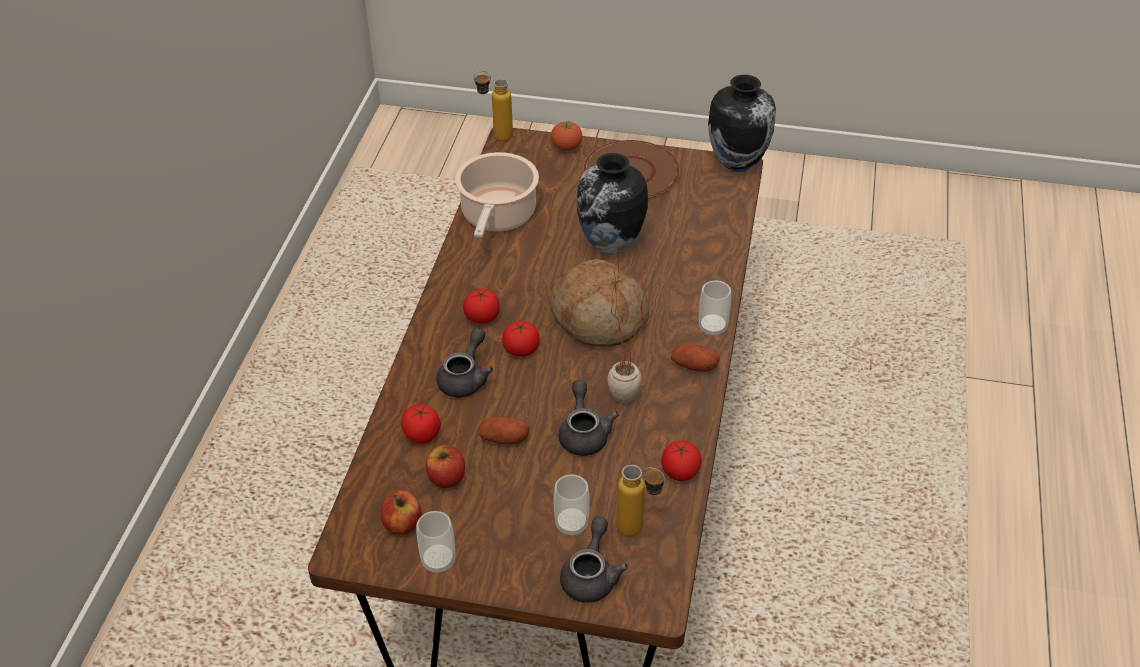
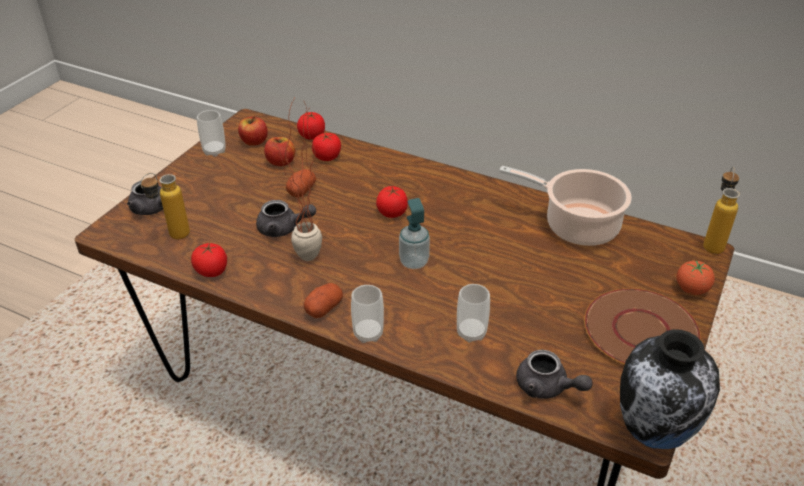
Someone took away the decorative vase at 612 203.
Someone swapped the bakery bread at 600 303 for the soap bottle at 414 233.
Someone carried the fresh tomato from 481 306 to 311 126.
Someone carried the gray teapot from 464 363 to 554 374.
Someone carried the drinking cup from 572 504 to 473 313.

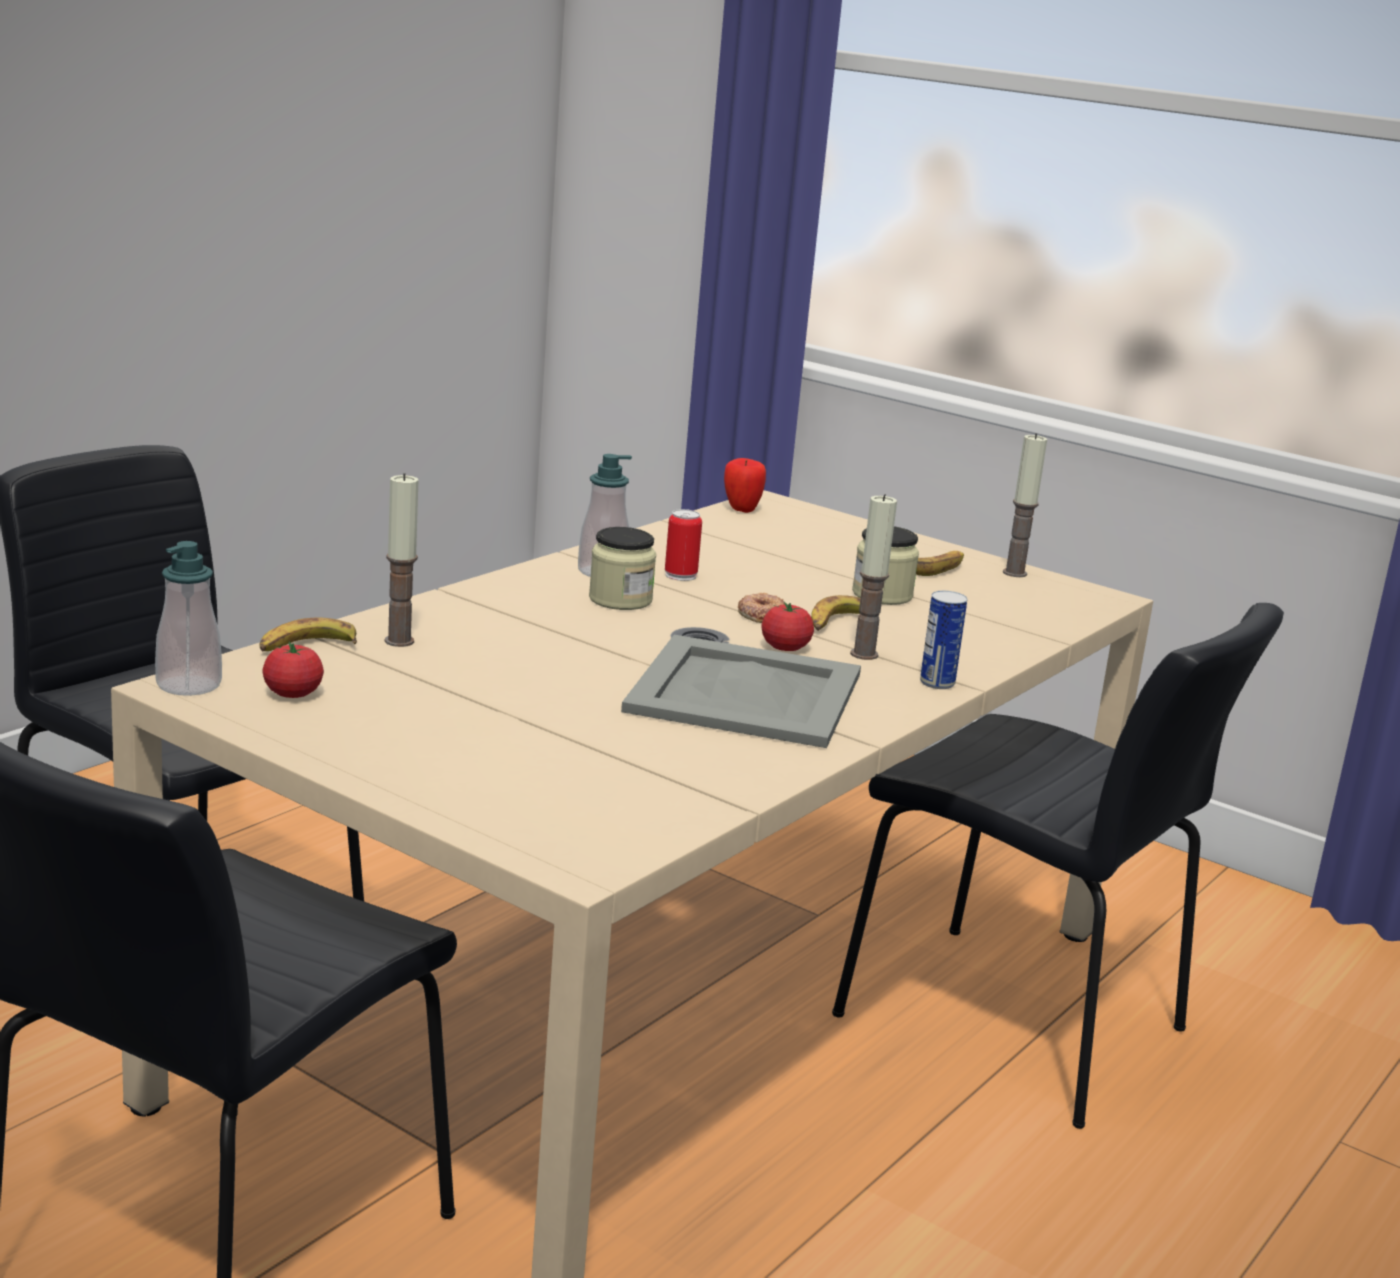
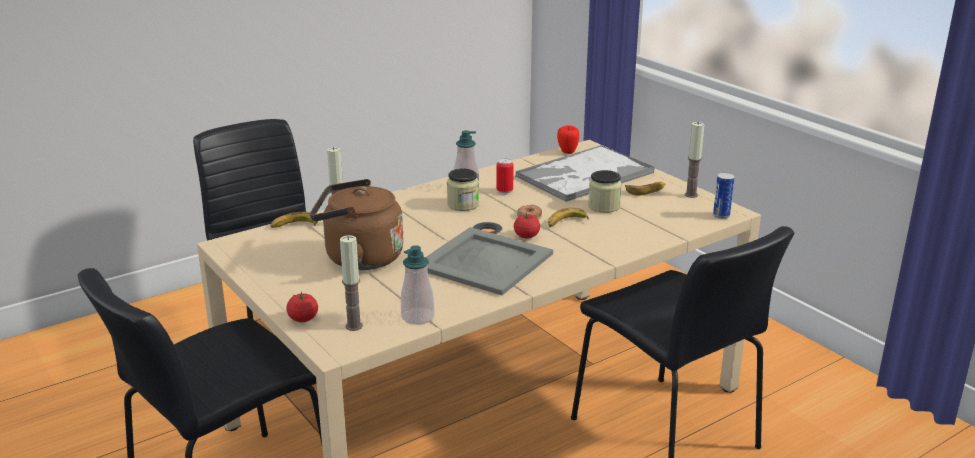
Someone carried the wax light from 873 577 to 351 283.
Someone carried the soap bottle from 188 618 to 417 285.
Someone carried the can from 944 640 to 724 196.
Someone carried the fresh tomato from 293 670 to 302 307.
Someone put down the carrying tray at 585 173.
Someone put down the brown kettle at 357 224.

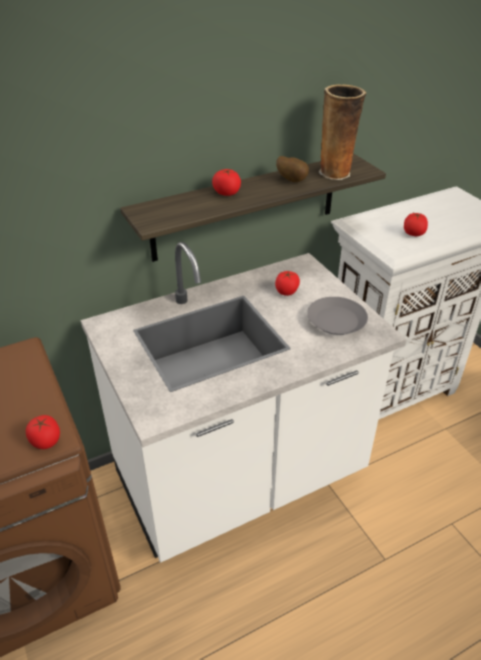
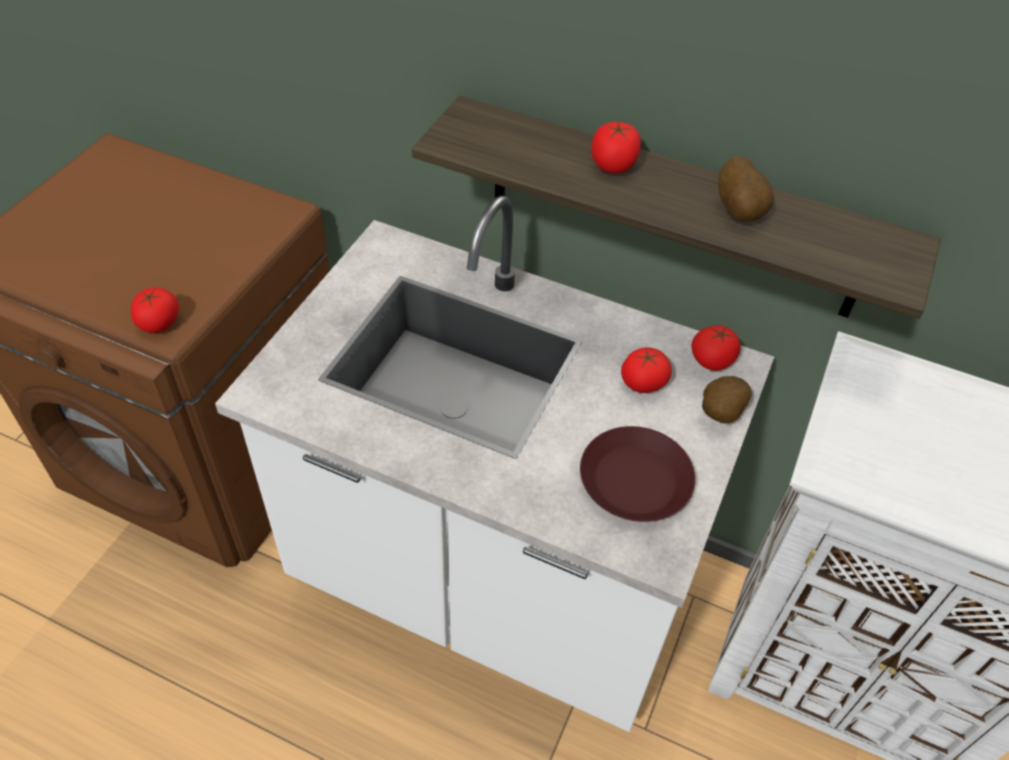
Someone took away the decorative vase at 342 132.
Someone carried the fresh tomato from 416 224 to 716 348.
Someone repainted the gray plate at 337 316, which became the brown plate at 637 474.
Someone put down the whole potato at 726 399.

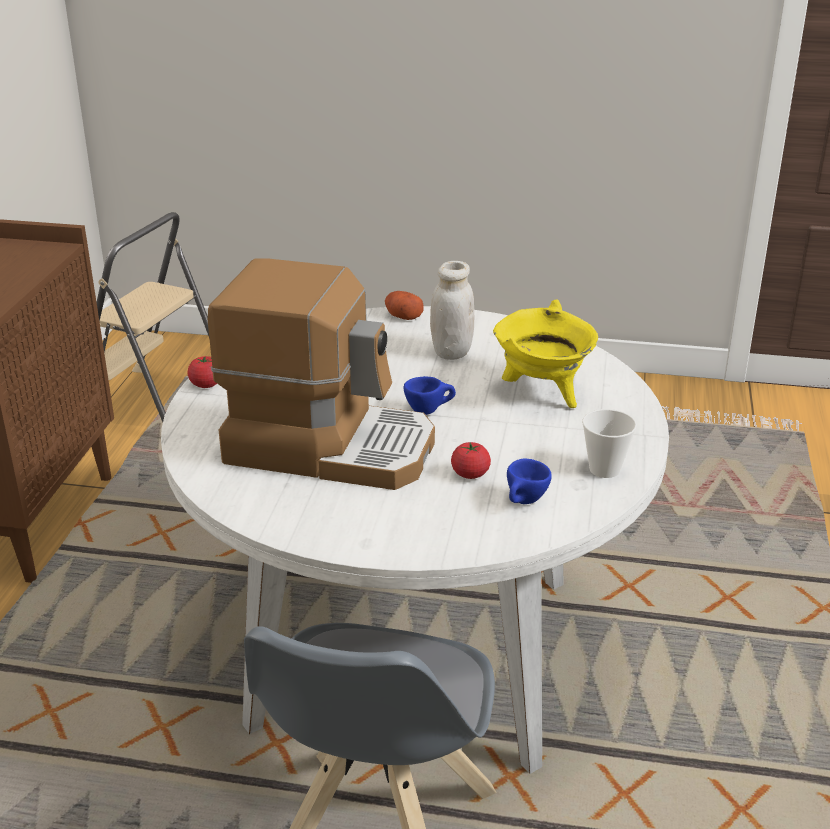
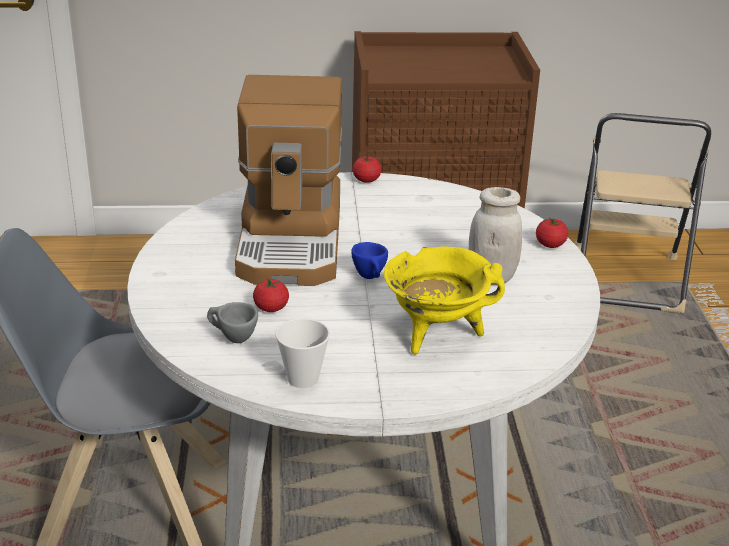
Someone swapped the whole potato at 404 305 for the fresh tomato at 552 232.
Someone repainted the blue drinking cup at 529 481, which became the gray drinking cup at 232 322.

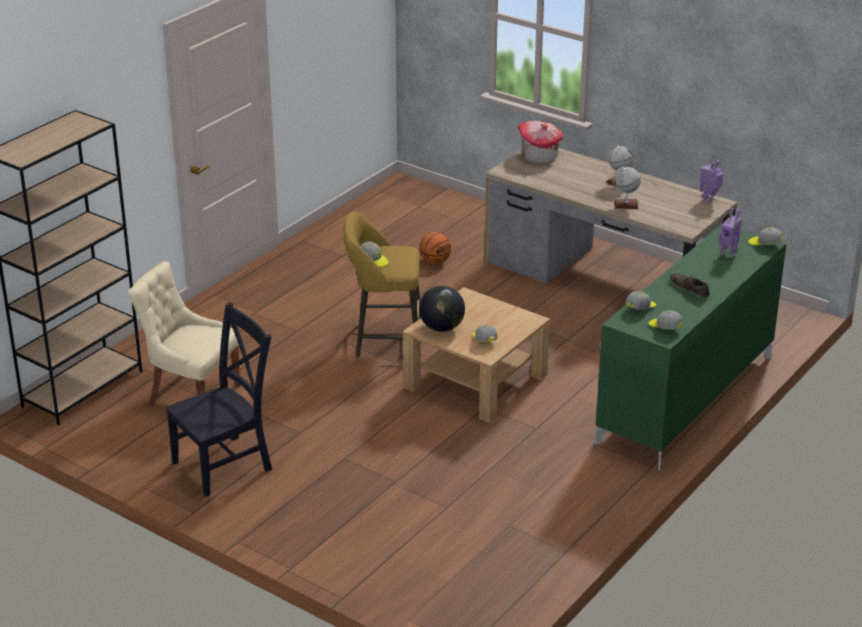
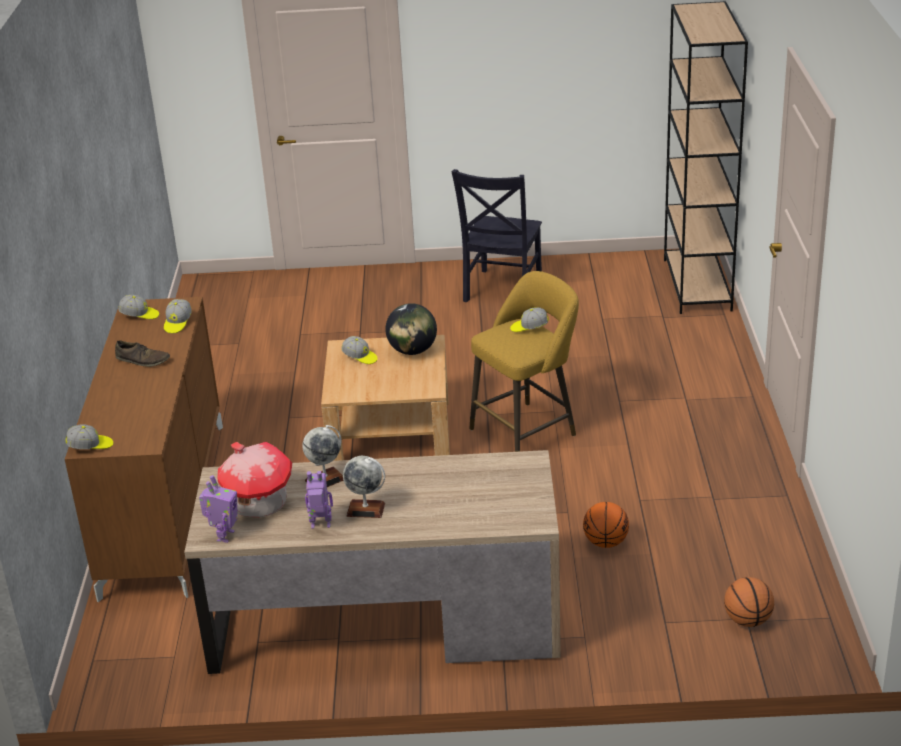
Someone carried the model house from 540 141 to 254 479.
Someone carried the robot figure from 730 233 to 319 500.
Someone repainted the green dresser at 690 347, which became the brown dresser at 144 449.
Someone took away the beige chair at 184 334.
Someone put down the ball for basketball at 749 602.

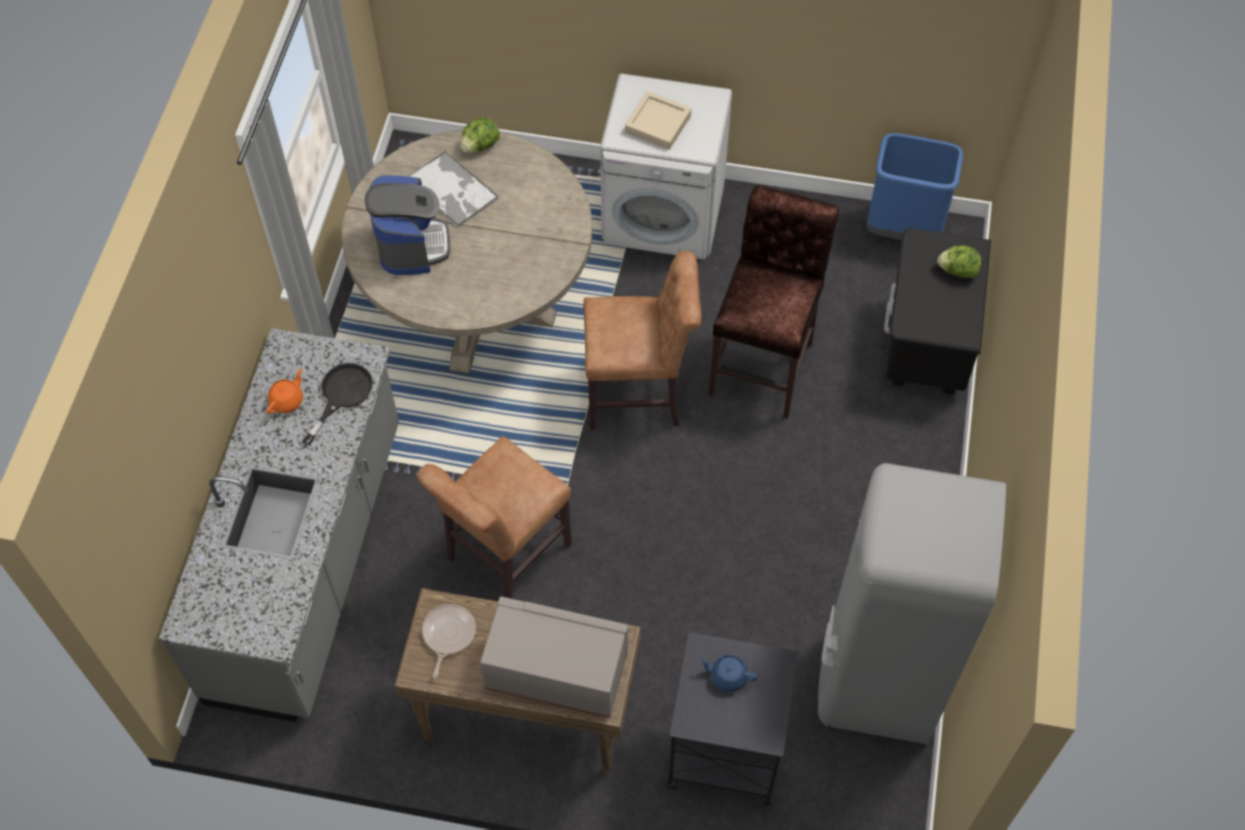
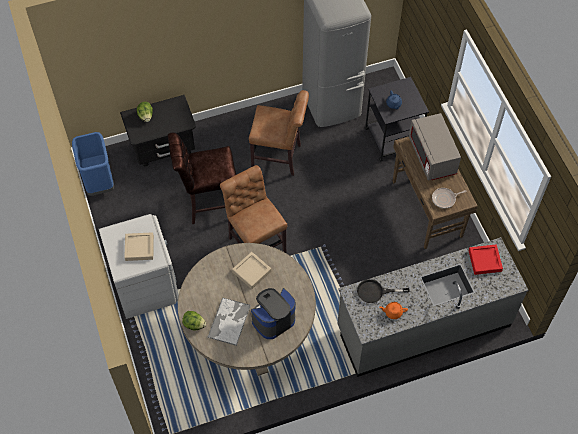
Someone carried the brown chair from 494 517 to 279 133.
Someone put down the reddish carrying tray at 485 259.
Someone put down the beige carrying tray at 251 270.

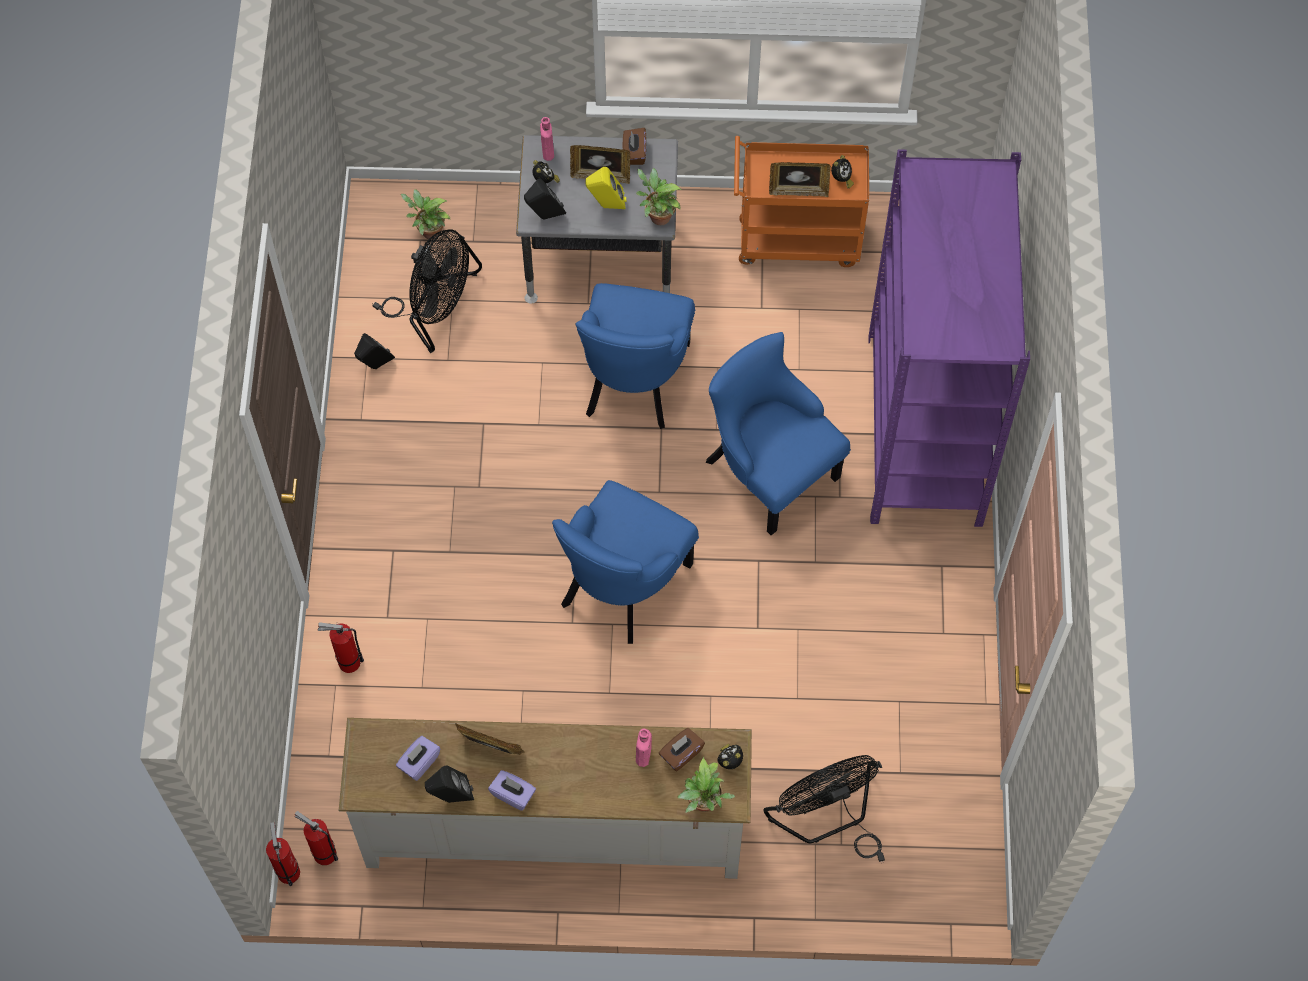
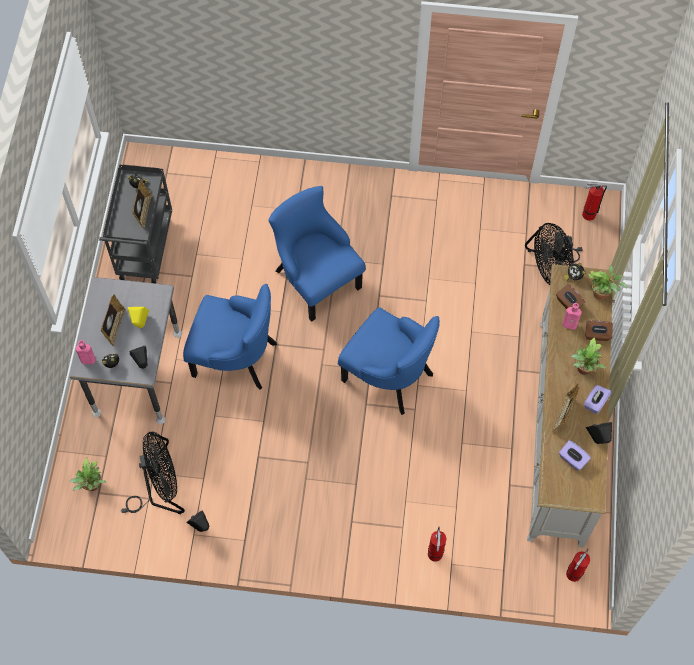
Someone carried the brown tissue holder from 634 146 to 599 331.
Someone repainted the orange trolley at 801 201, which became the gray trolley at 135 224.
Someone took away the purple shelving unit at 949 338.
Someone carried the houseplant from 659 196 to 588 356.
Someone rotated the black-coloured electric fan at 427 291 by 45 degrees clockwise.
Someone rotated the blue chair at 778 433 by 90 degrees clockwise.
Someone carried the extinguisher from 283 854 to 594 201.

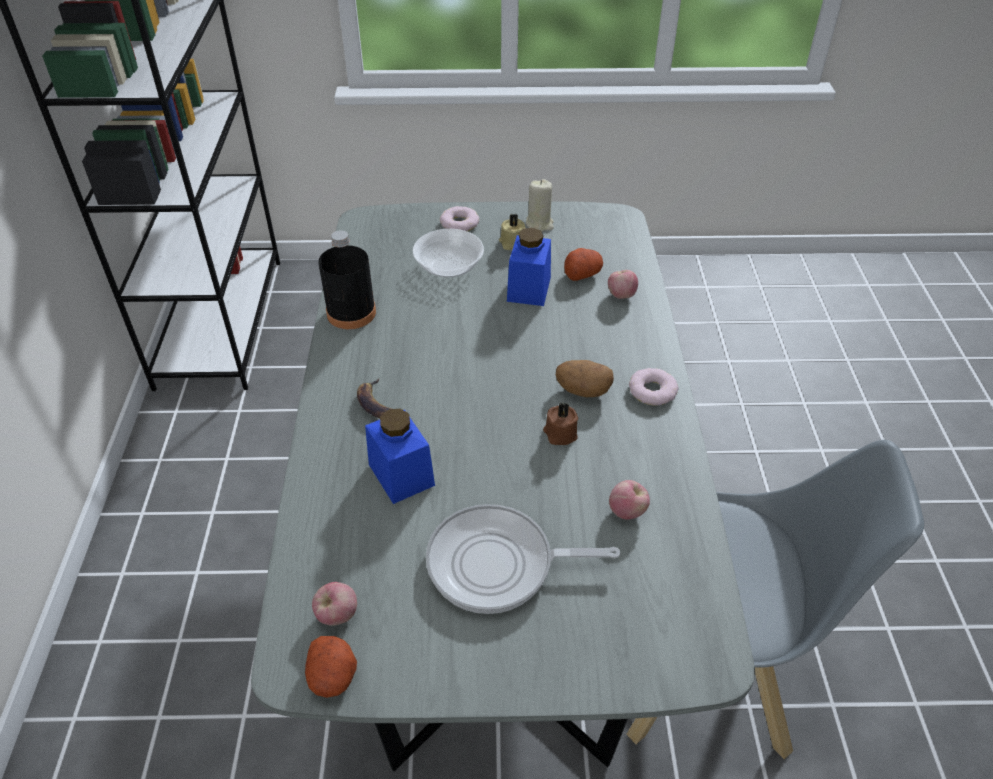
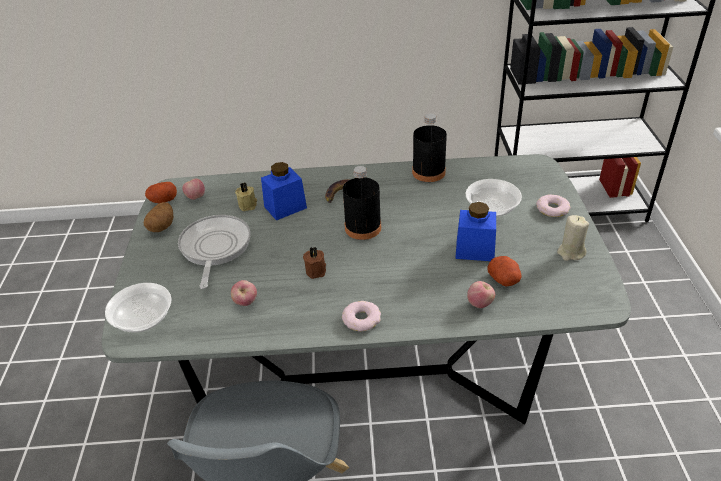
Someone carried the beige wax light from 512 232 to 246 196.
Someone carried the whole potato from 585 378 to 158 217.
Someone put down the black-coloured beverage bottle at 362 203.
Someone put down the serving bowl at 138 308.

